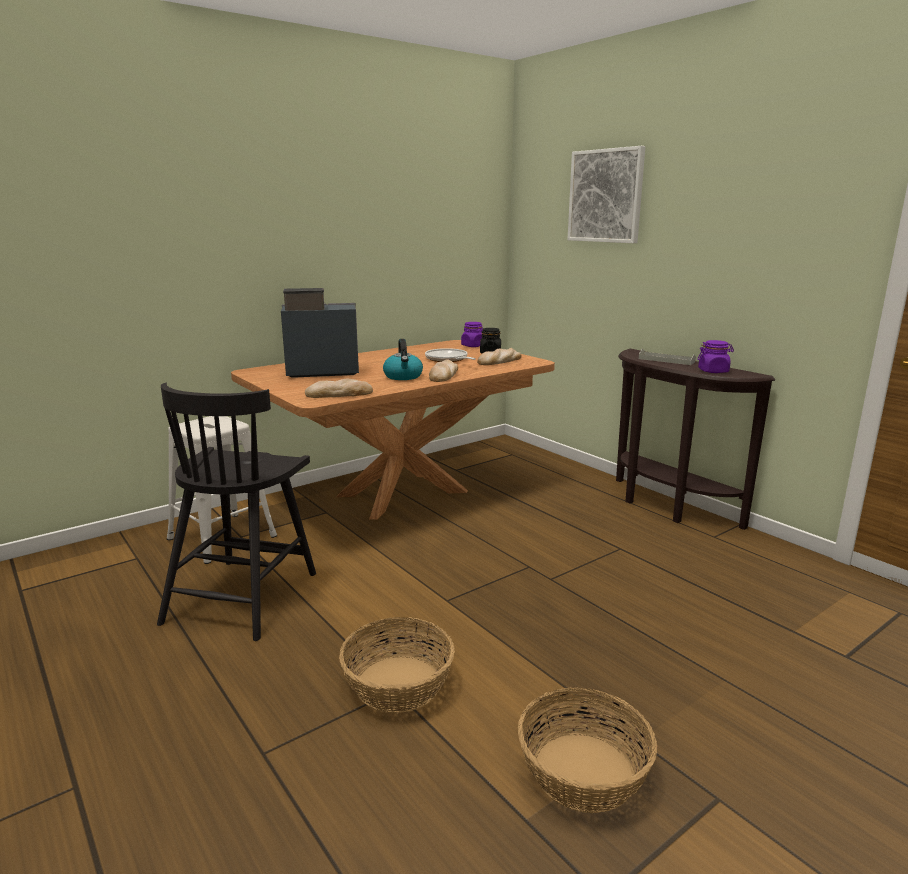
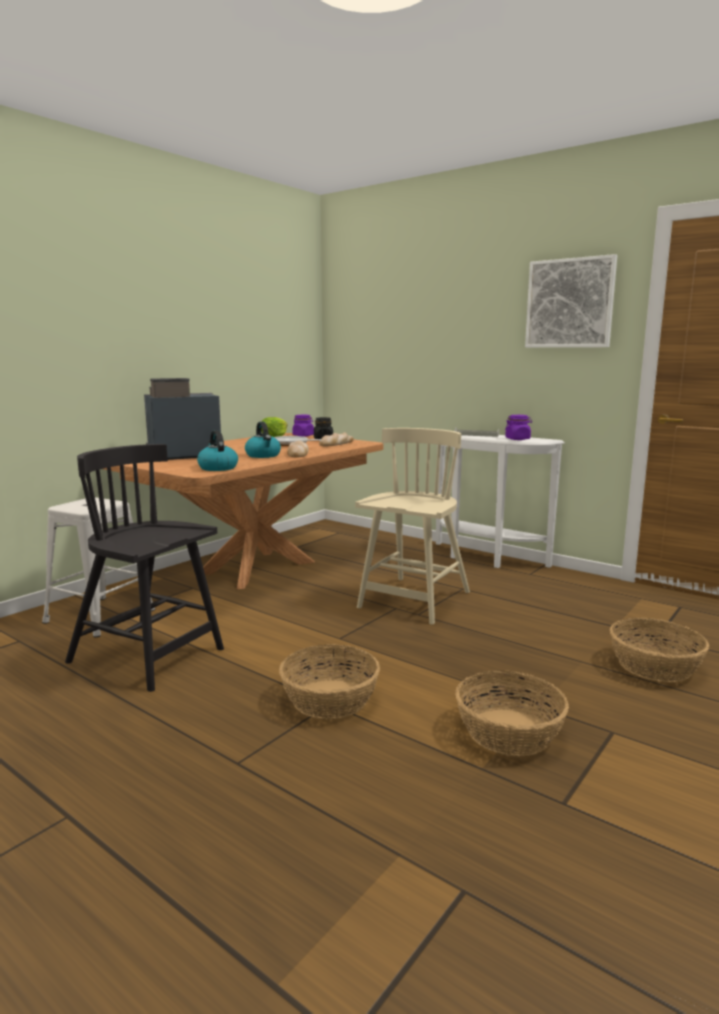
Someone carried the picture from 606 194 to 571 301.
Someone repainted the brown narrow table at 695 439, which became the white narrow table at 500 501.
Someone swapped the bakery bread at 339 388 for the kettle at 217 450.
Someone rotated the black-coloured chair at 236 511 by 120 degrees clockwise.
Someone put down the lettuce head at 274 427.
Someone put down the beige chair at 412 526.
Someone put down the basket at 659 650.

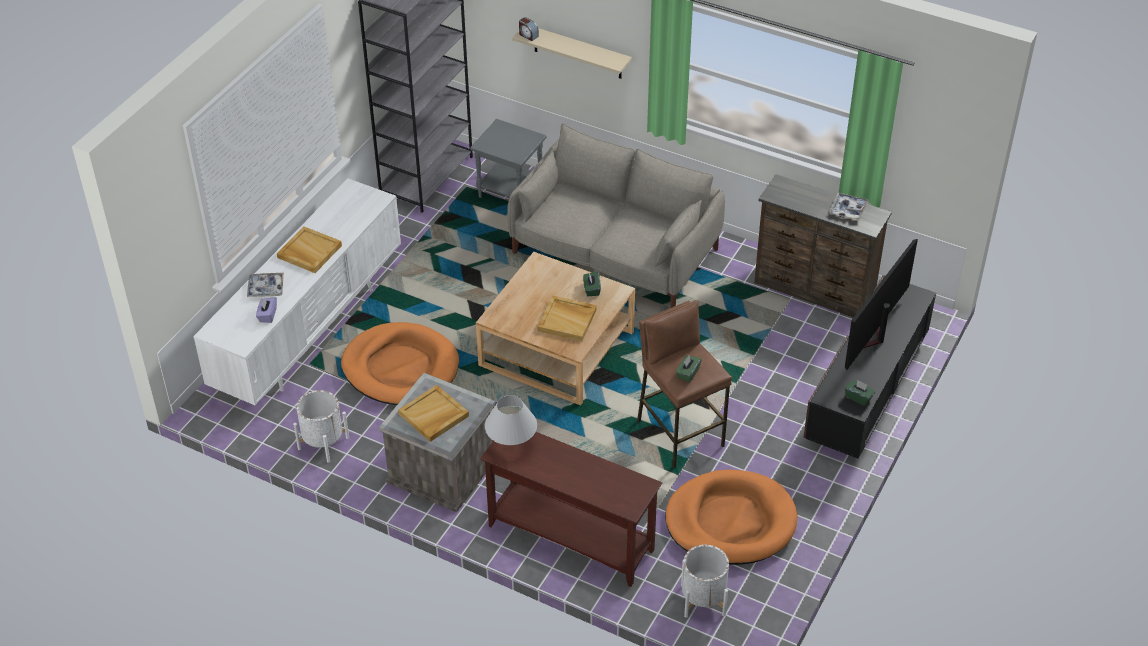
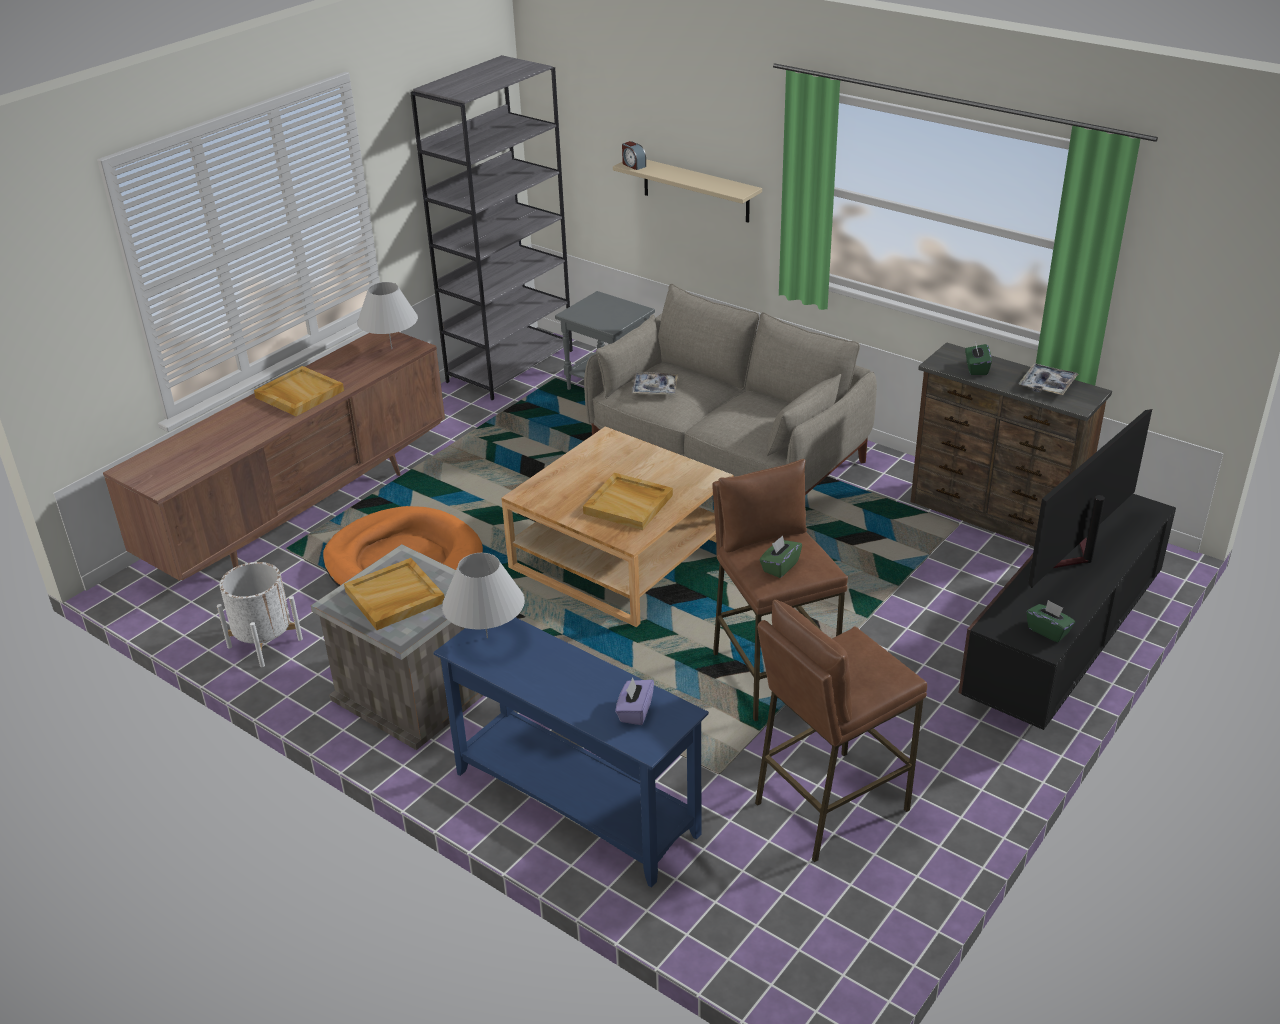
Someone repainted the white cabinet at 297 291, which became the brown cabinet at 274 456.
Someone carried the green tissue holder from 592 283 to 978 358.
Someone carried the carrying tray from 265 285 to 655 384.
Someone carried the purple tissue holder from 266 310 to 634 701.
Someone repainted the brown narrow table at 571 509, which became the blue narrow table at 571 752.
Someone swapped the orange pet bed at 731 517 for the brown stool at 841 731.
Someone took away the white planter at 705 581.
Someone put down the white table lamp at 387 316.

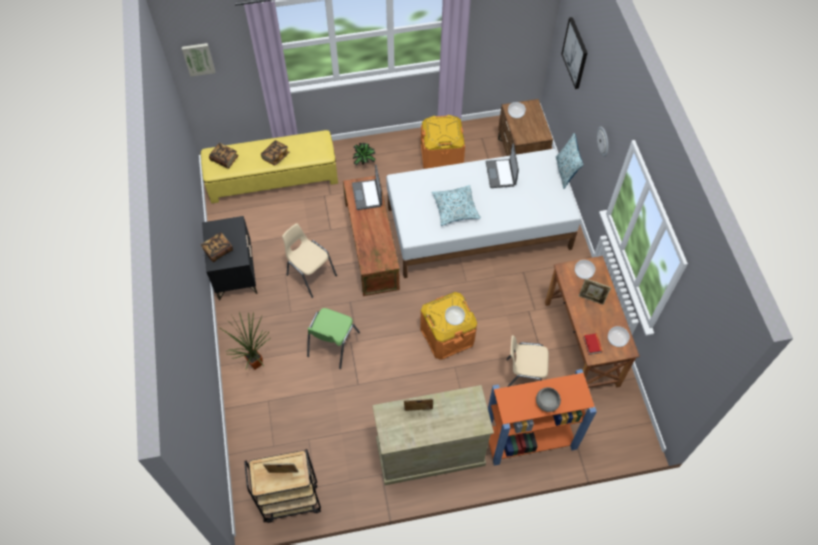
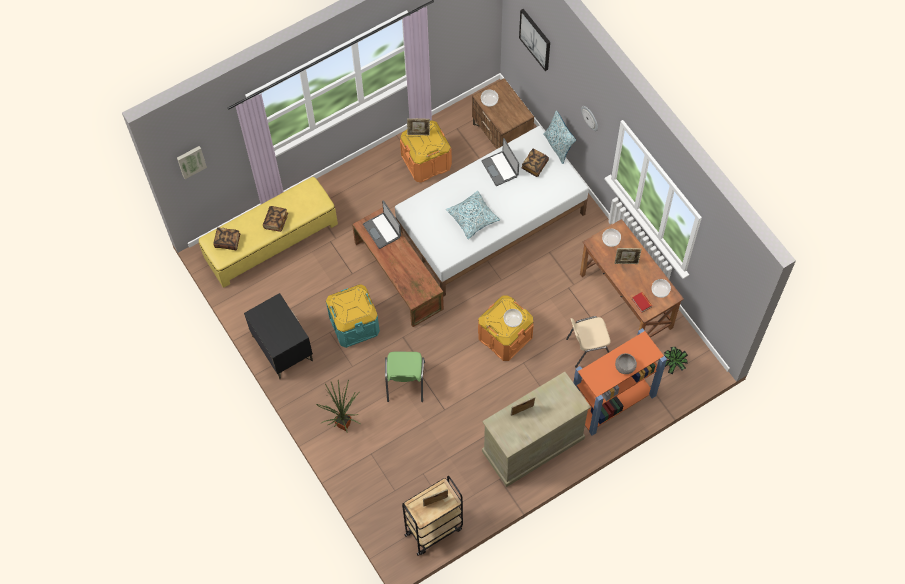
Someone carried the houseplant from 364 154 to 676 360.
Someone swapped the beige chair at 309 260 for the turquoise storage container at 353 316.
Someone carried the volume from 217 247 to 535 162.
Someone put down the picture frame at 418 126.

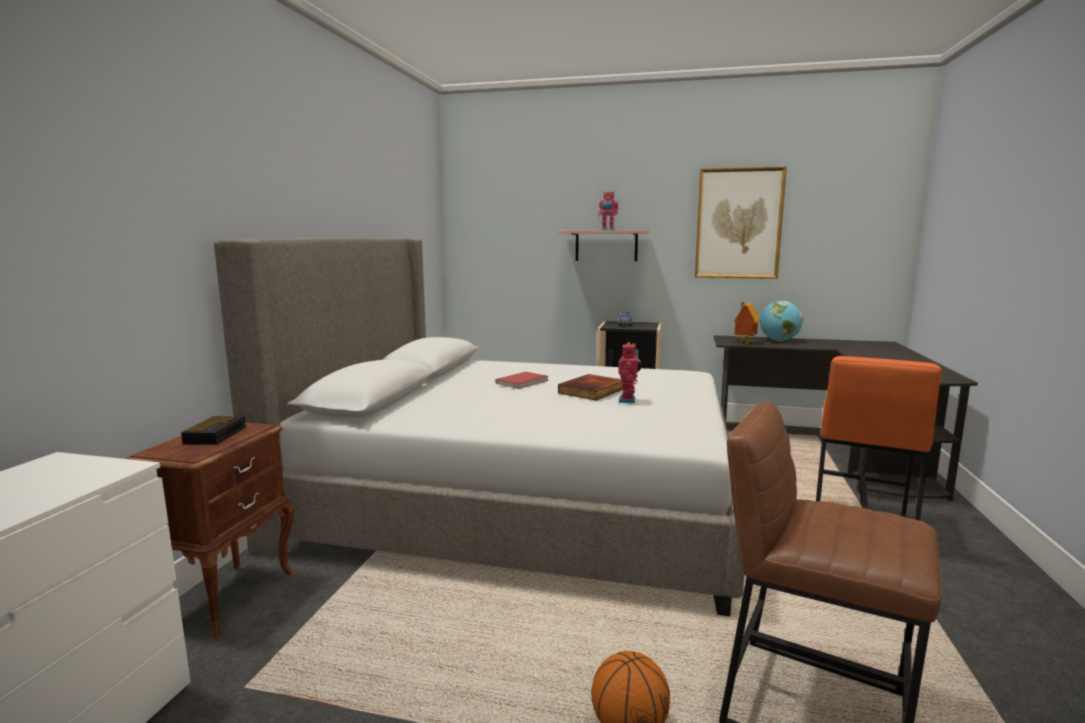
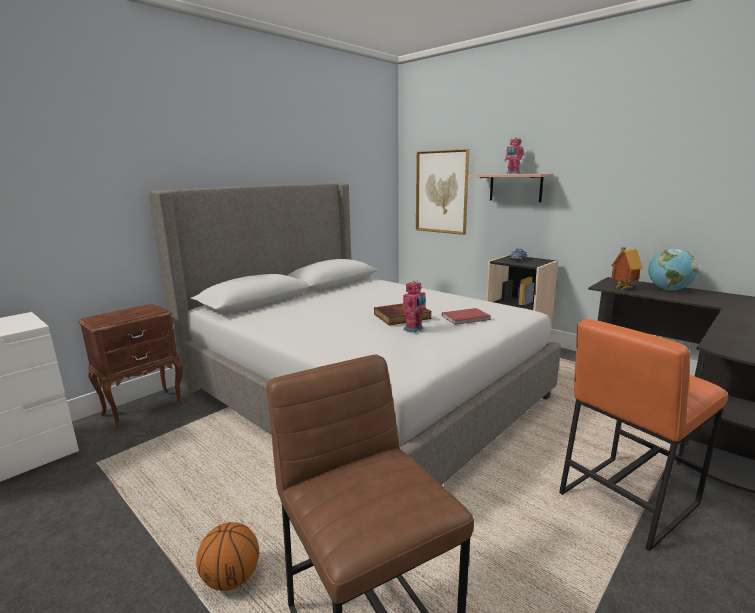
Someone carried the picture from 741 223 to 442 192.
Someone carried the reddish volume from 522 380 to 466 316.
Someone took away the table clock at 213 430.

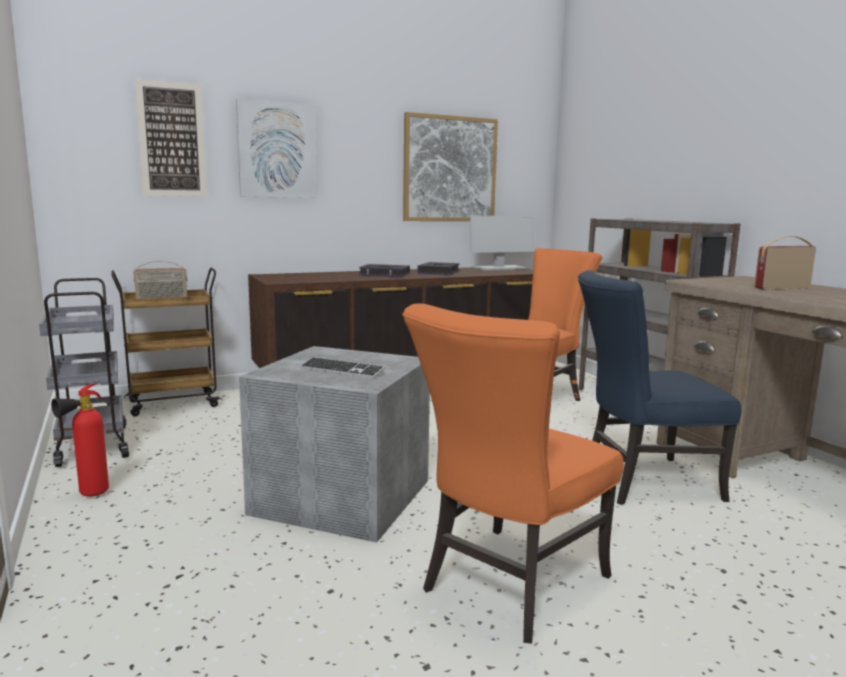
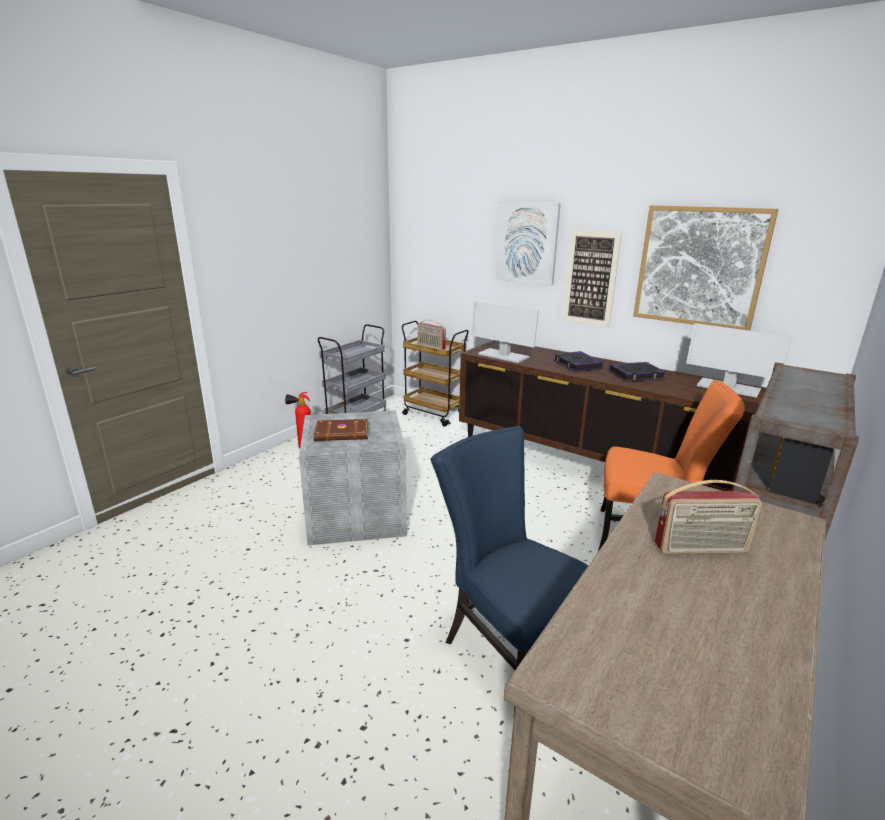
Someone carried the picture from 170 137 to 592 278.
Someone rotated the radio receiver at 785 263 by 135 degrees clockwise.
Someone took away the orange chair at 513 474.
Someone swapped the keyboard at 342 367 for the brown volume at 341 430.
Someone put down the computer display at 505 332.

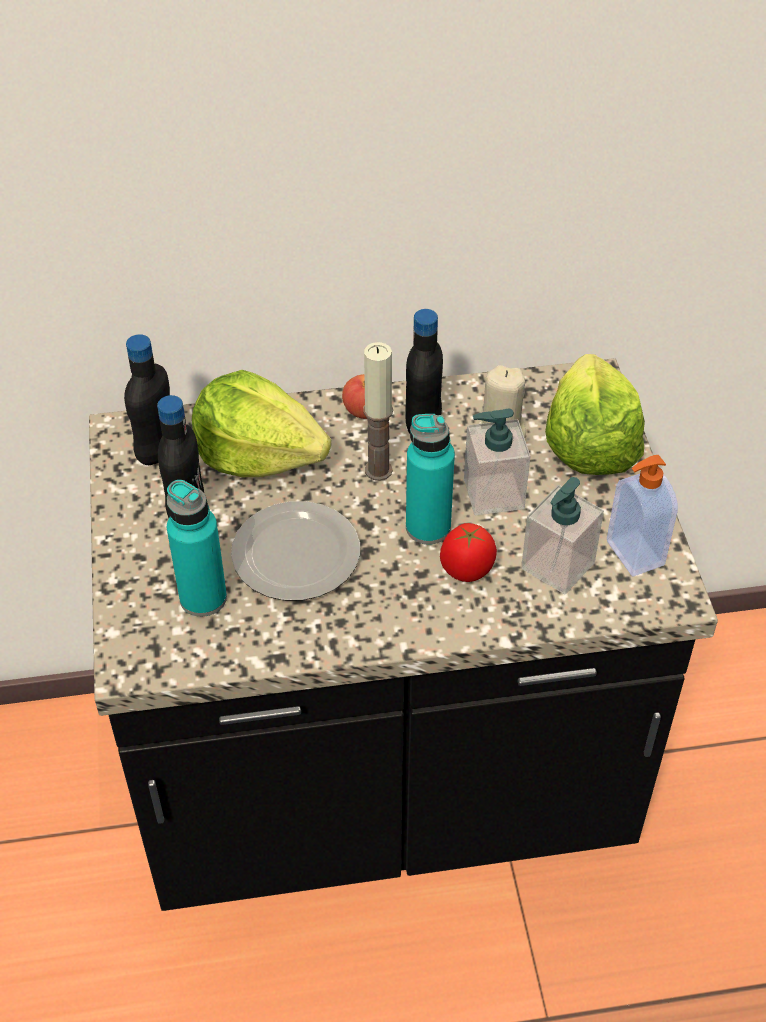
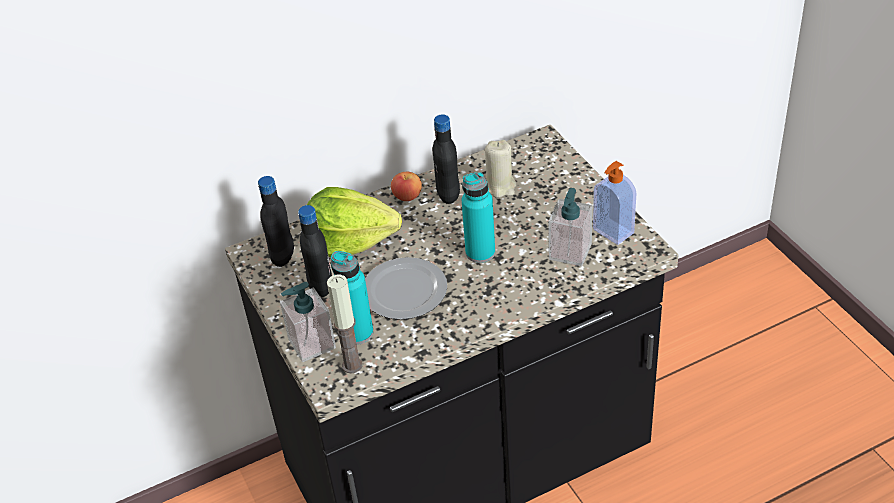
Someone carried the wax light from 378 411 to 345 324.
Someone took away the lettuce head at 595 414.
Someone carried the soap bottle from 497 461 to 308 322.
Someone took away the fresh tomato at 468 552.

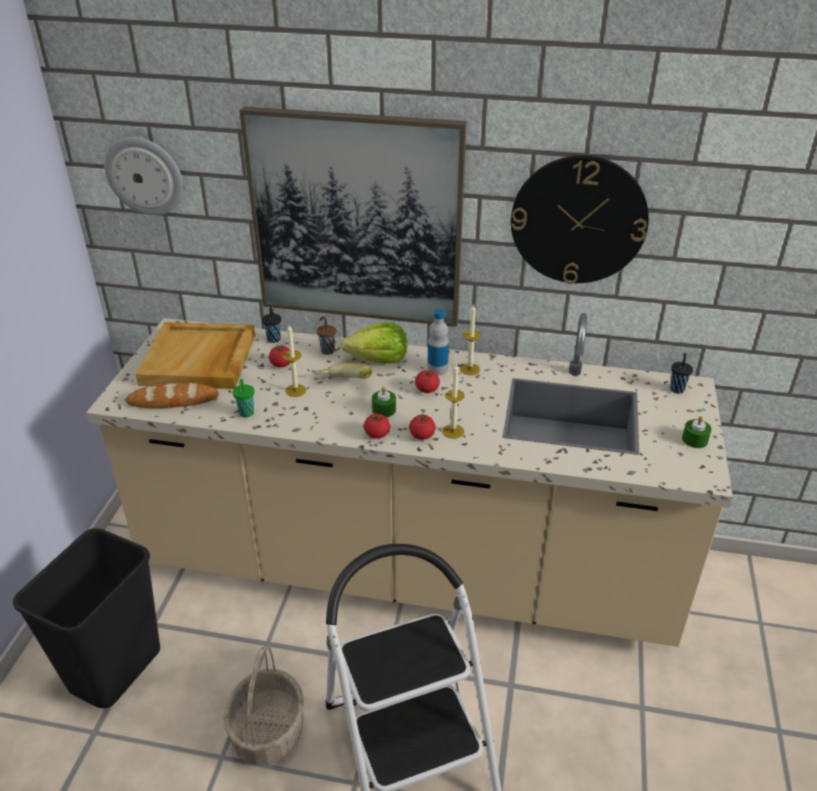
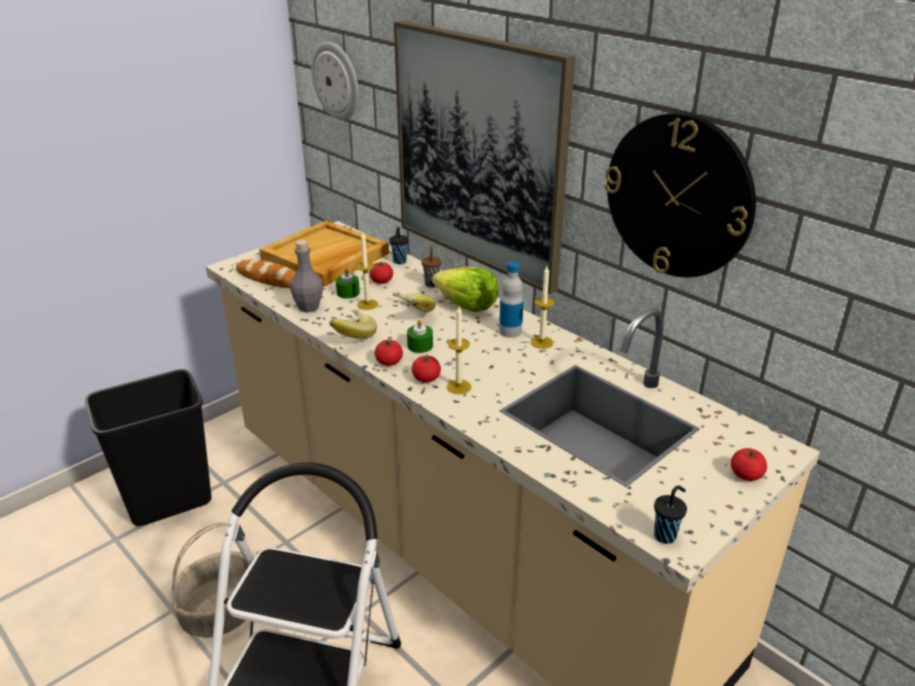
Someone carried the black-coloured drinking cup from 681 373 to 670 515.
Someone carried the fresh tomato from 427 381 to 749 464.
Someone swapped the green drinking cup at 244 398 for the gray beverage bottle at 306 276.
Someone carried the green wax light from 697 432 to 348 283.
Someone put down the banana fruit at 353 324.

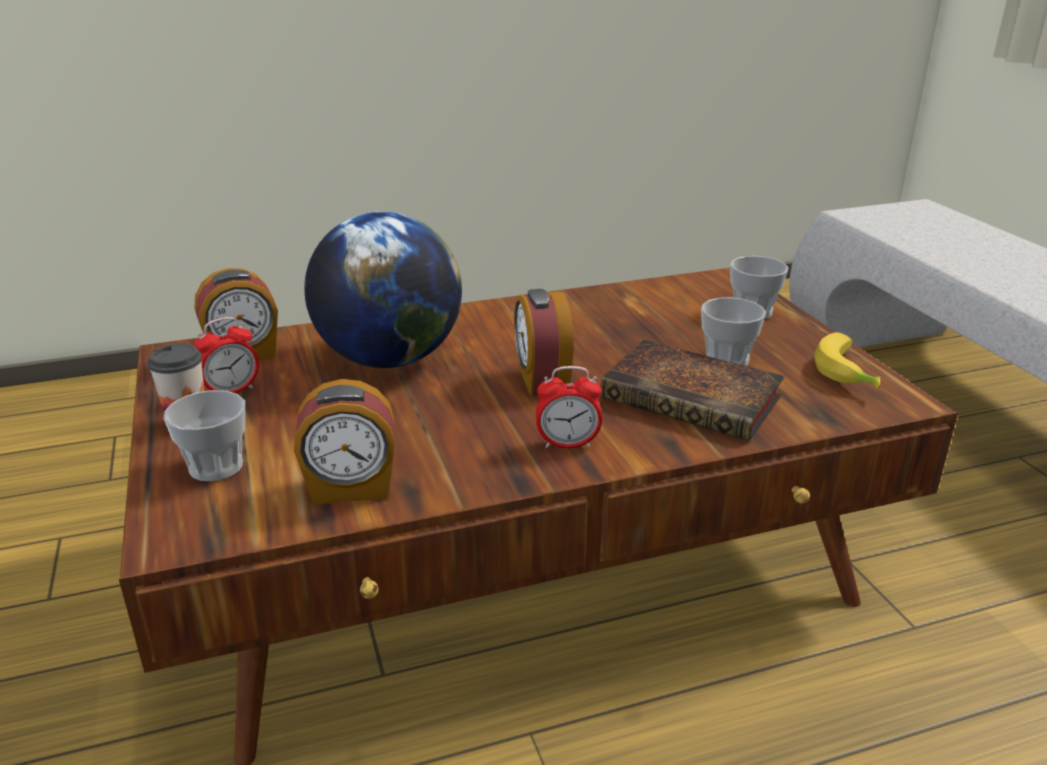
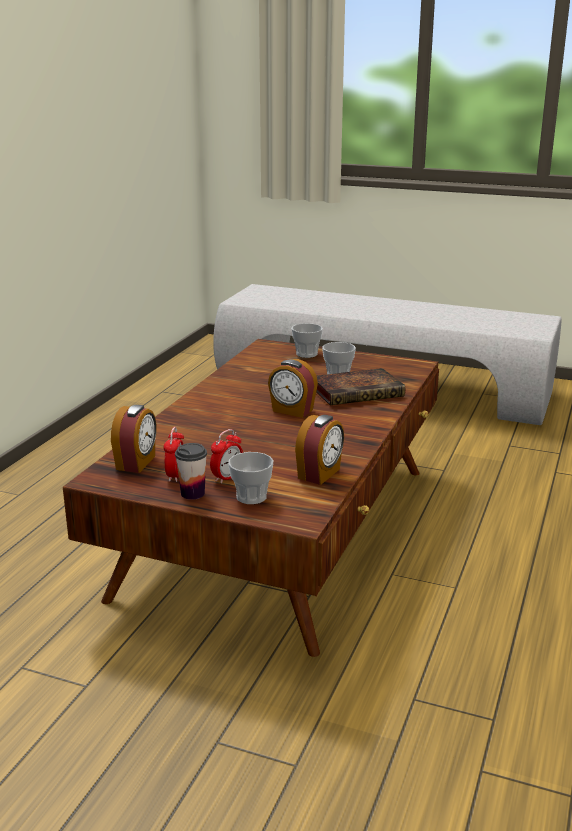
Someone took away the desk globe at 383 289.
Someone took away the banana fruit at 847 360.
Someone carried the table clock from 569 407 to 226 456.

